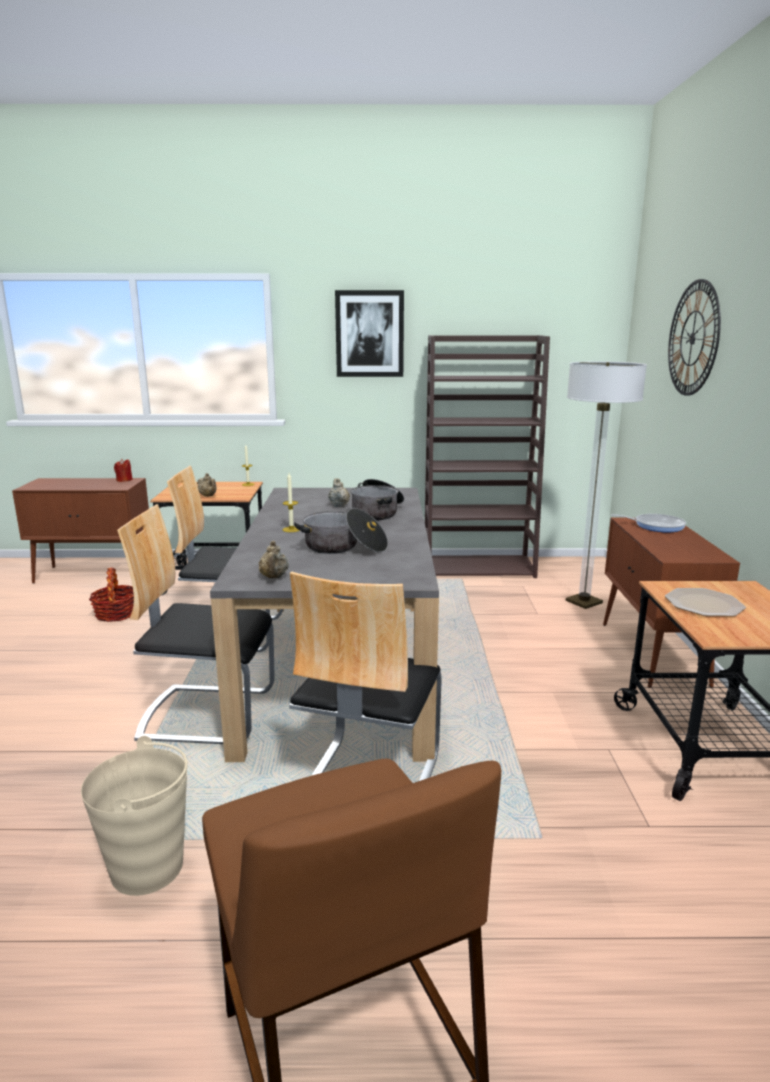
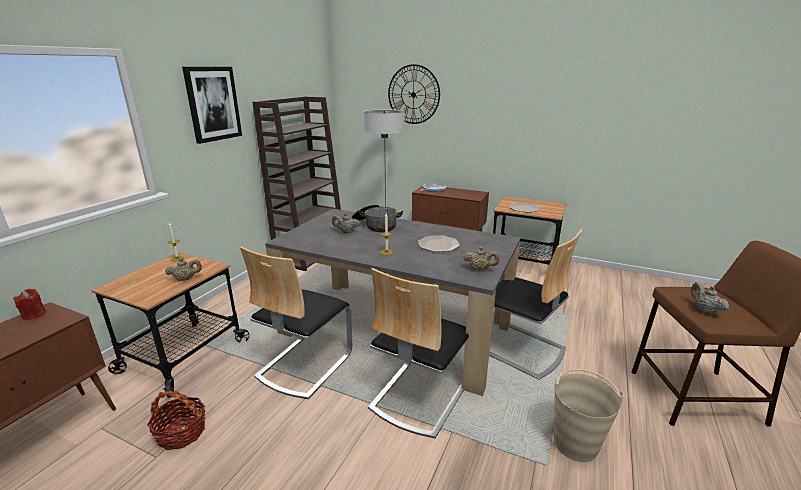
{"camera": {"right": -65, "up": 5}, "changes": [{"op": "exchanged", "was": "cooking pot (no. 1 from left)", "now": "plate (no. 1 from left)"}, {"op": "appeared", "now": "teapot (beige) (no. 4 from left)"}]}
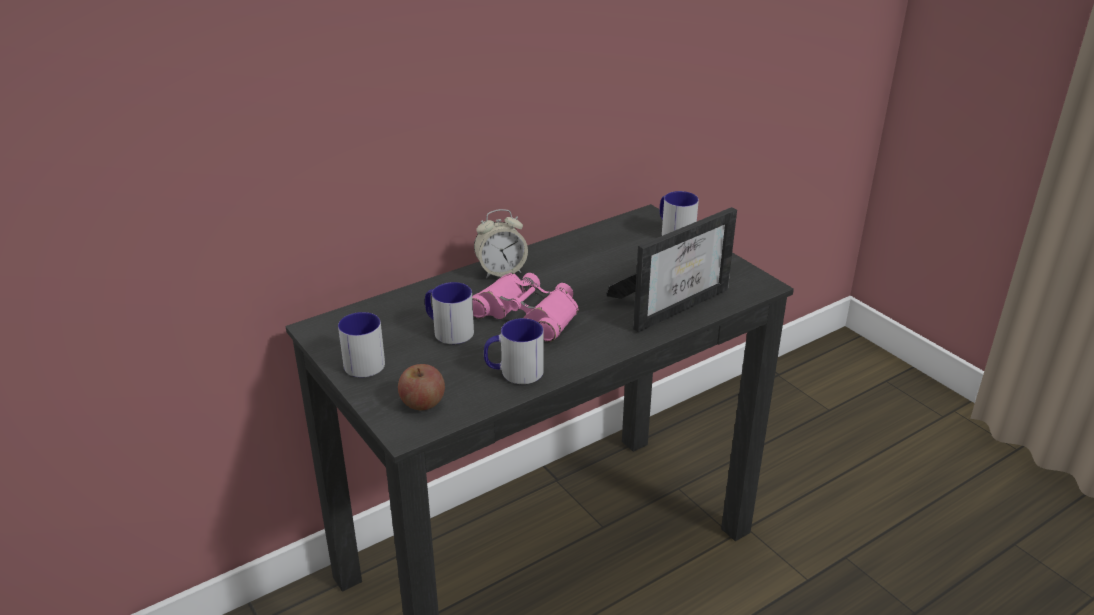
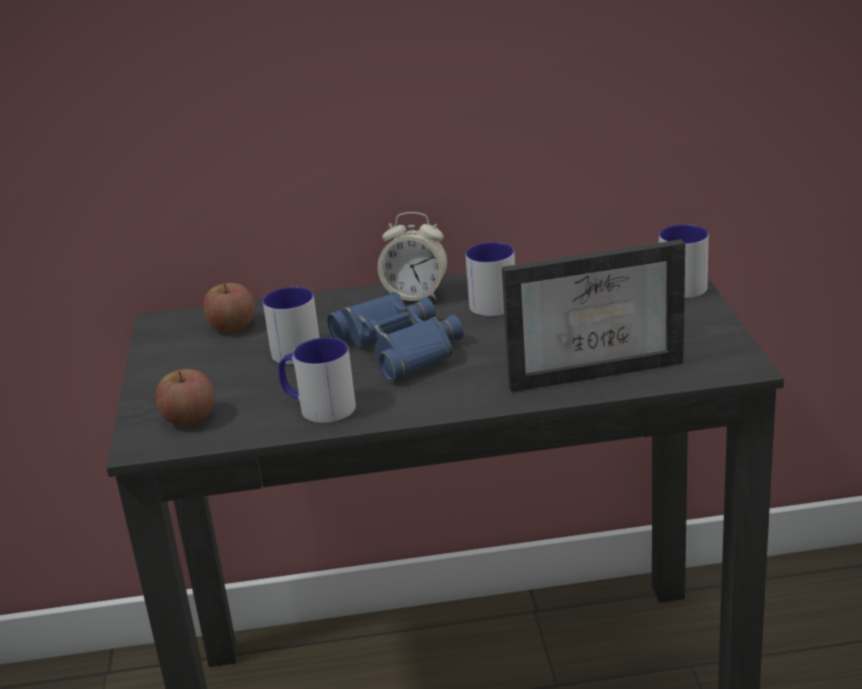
{"camera": {"right": 30, "up": -5}, "changes": [{"op": "appeared", "now": "apple (no. 2 from left)"}, {"op": "colour", "was": "binoculars (pink)", "now": "binoculars (blue)"}, {"op": "relocated", "was": "mug (no. 1 from left in the first image)", "now": "mug (no. 3 from left)"}]}
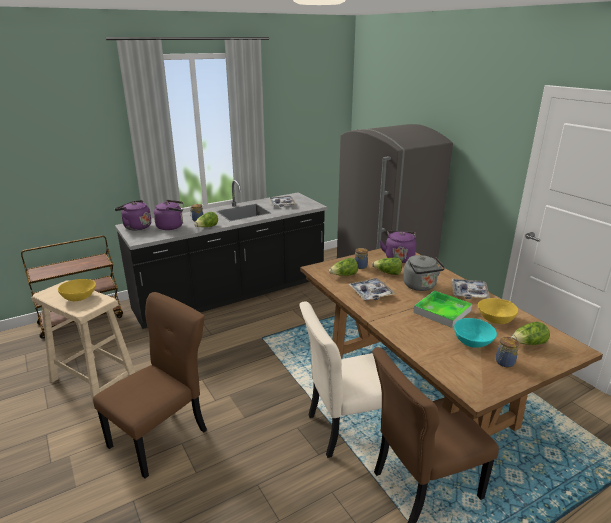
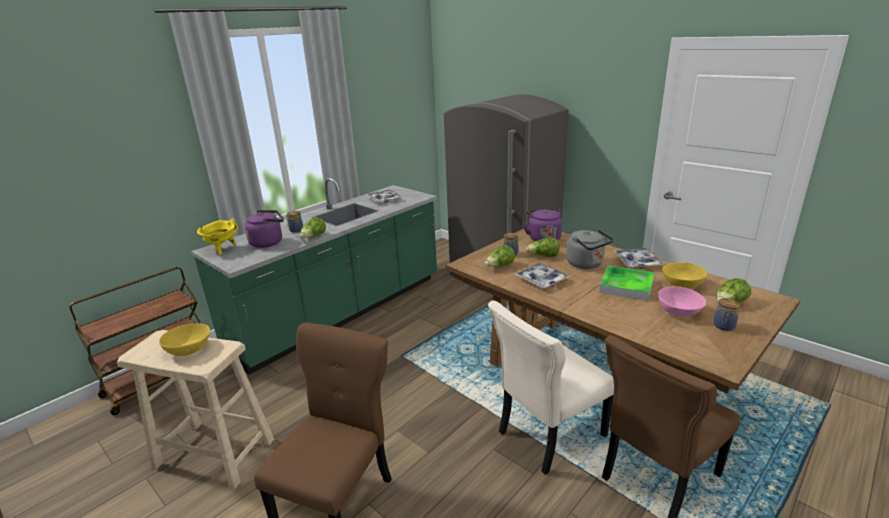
{"camera": {"right": -15, "up": 0}, "changes": [{"op": "colour", "was": "counter (black)", "now": "counter (green)"}, {"op": "exchanged", "was": "kettle (purple) (no. 1 from left)", "now": "cooking pot (yellow)"}, {"op": "colour", "was": "bowl (turquoise)", "now": "bowl (pink)"}]}
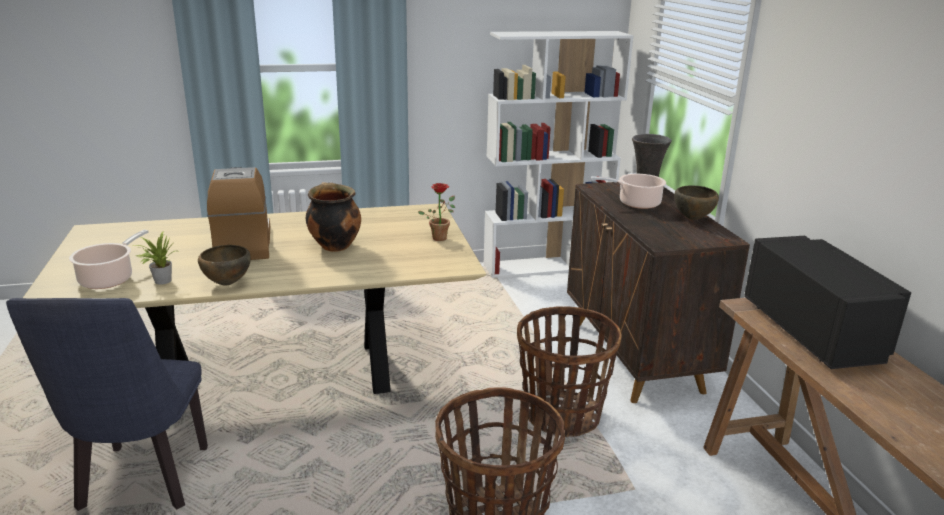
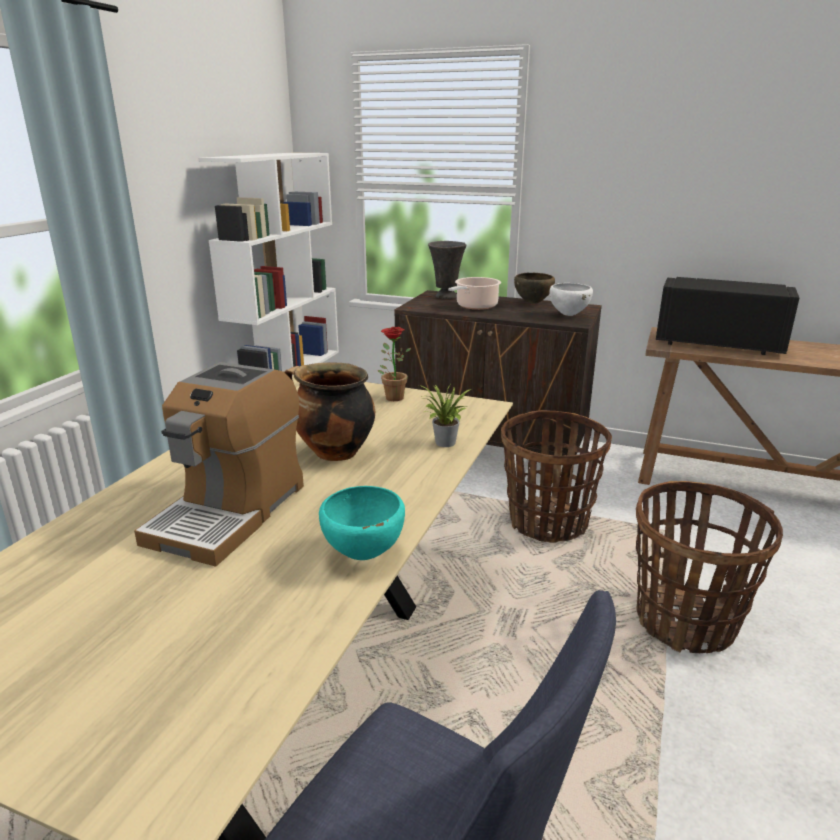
{"camera": {"right": -55, "up": 0}, "changes": [{"op": "spun", "was": "coffee machine", "clockwise": -90}, {"op": "colour", "was": "bowl (brown) (no. 1 from left)", "now": "bowl (turquoise)"}, {"op": "relocated", "was": "potted plant (no. 1 from left in the first image)", "now": "potted plant (no. 2 from left)"}, {"op": "appeared", "now": "bowl (white)"}, {"op": "missing", "was": "cooking pot (no. 1 from left)"}]}
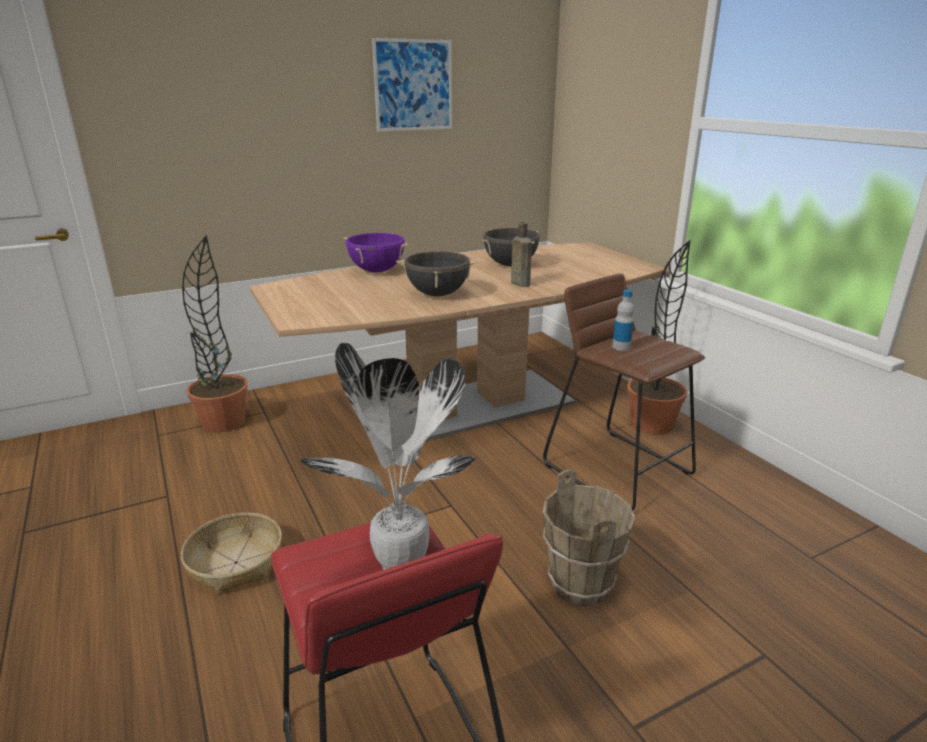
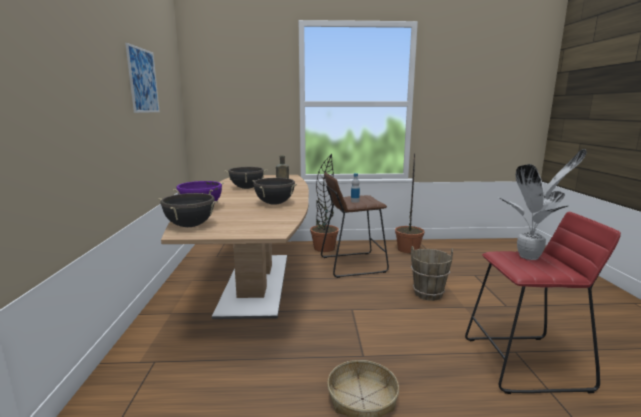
{"camera": {"right": -65, "up": -10}, "changes": [{"op": "appeared", "now": "cooking pot (black) (no. 1 from left)"}, {"op": "relocated", "was": "potted plant (no. 1 from left in the first image)", "now": "potted plant (no. 2 from left)"}]}
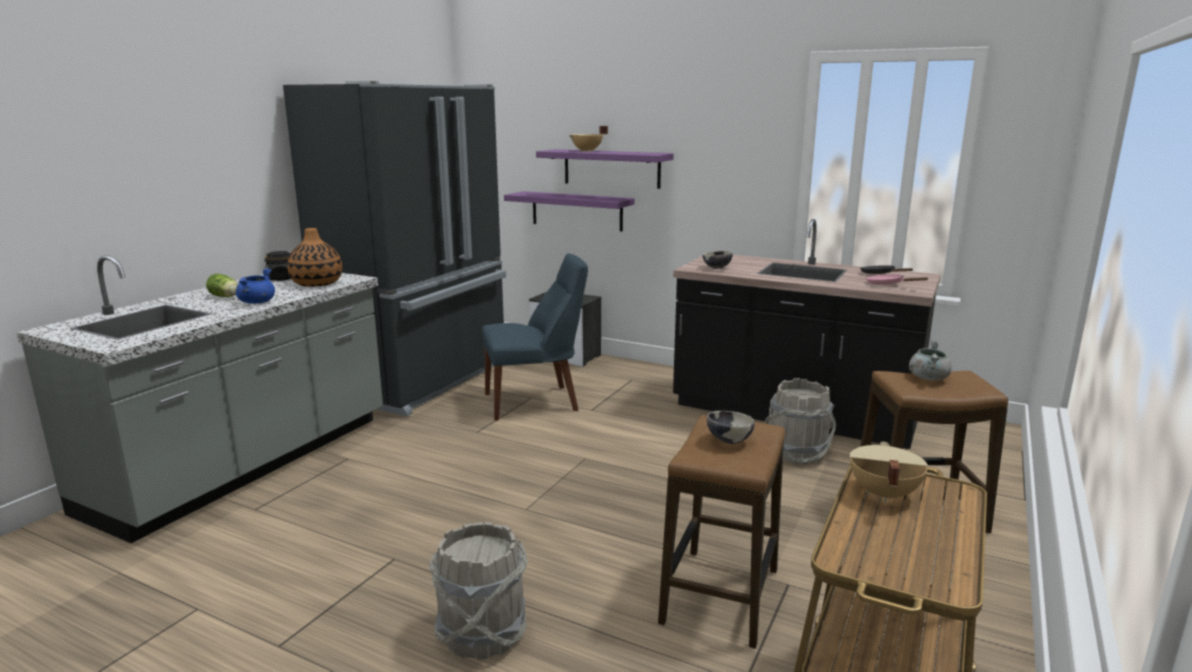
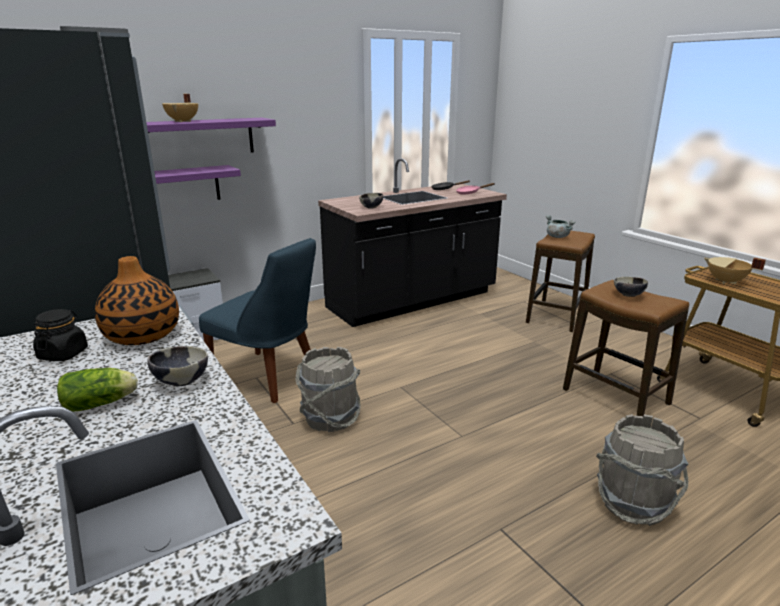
{"camera": {"right": -60, "up": 5}, "changes": [{"op": "exchanged", "was": "cooking pot (blue)", "now": "bowl (no. 1 from left)"}, {"op": "spun", "was": "chair (blue)", "clockwise": 105}, {"op": "relocated", "was": "bucket (grey) (no. 2 from left in the first image)", "now": "bucket (grey) (no. 1 from left)"}]}
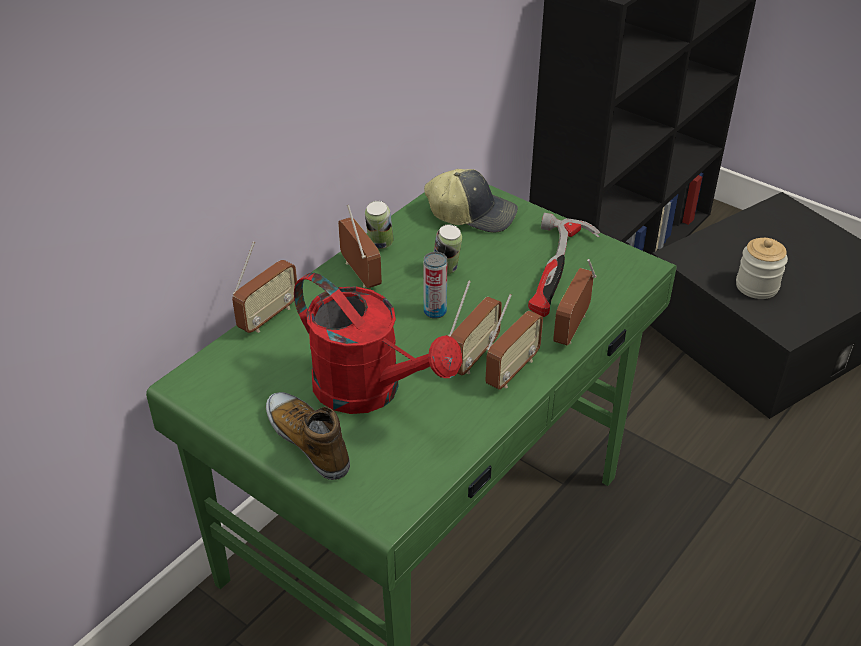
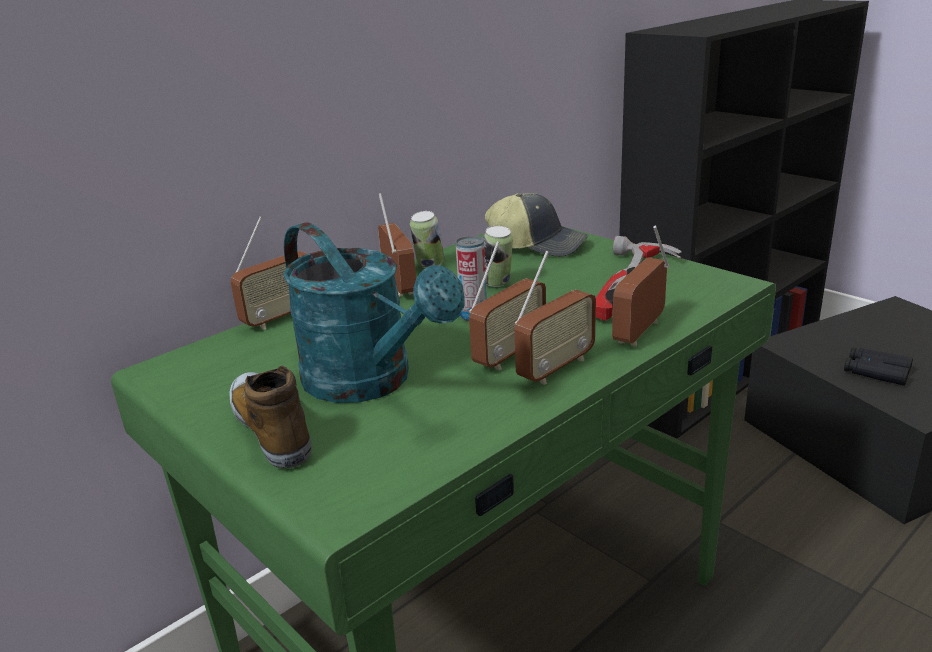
{"camera": {"right": 10, "up": -15}, "changes": [{"op": "colour", "was": "watering can (red)", "now": "watering can (turquoise)"}, {"op": "exchanged", "was": "jar", "now": "binoculars (black)"}]}
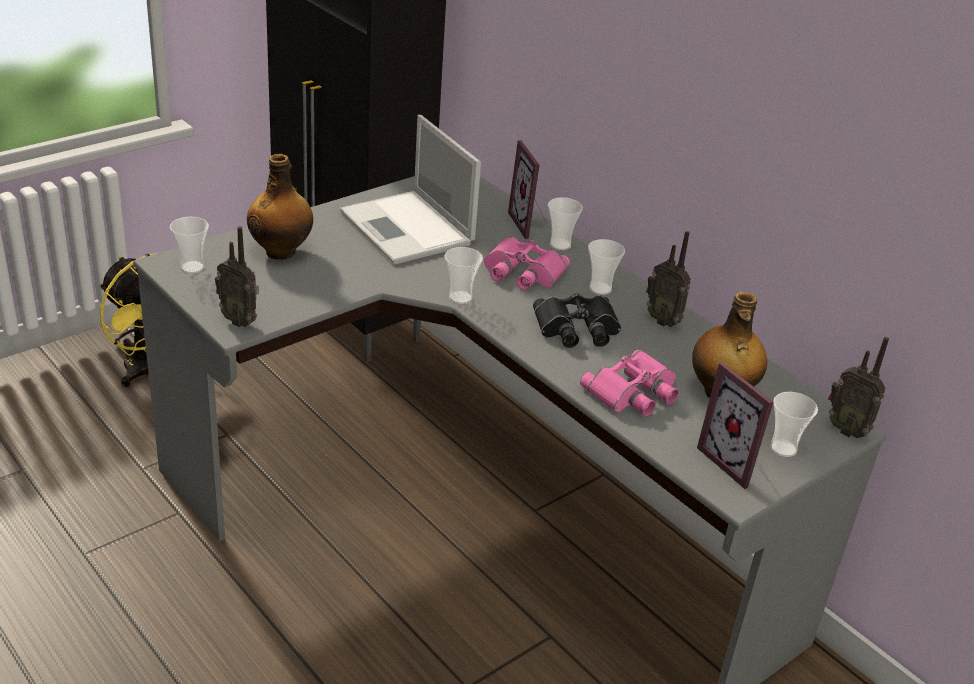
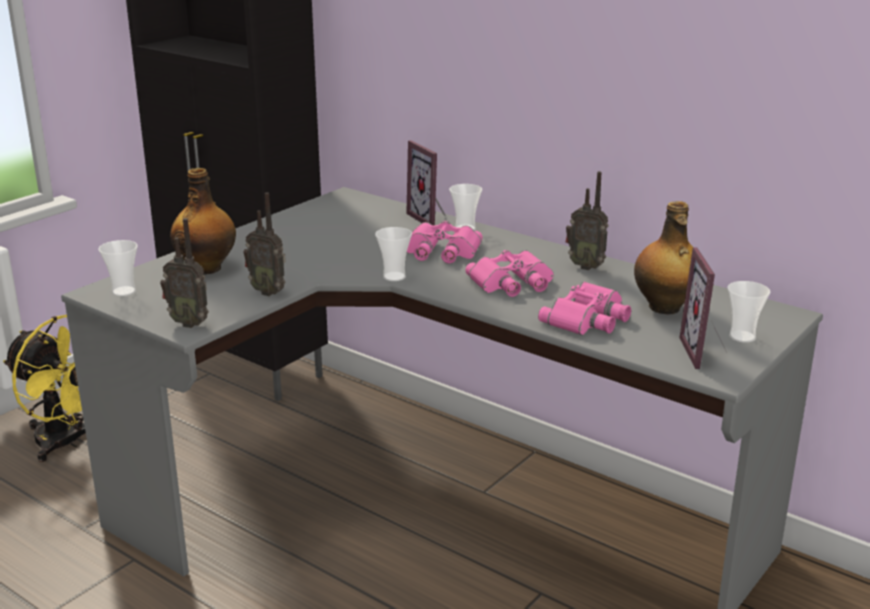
{"camera": {"right": -10, "up": -10}, "changes": [{"op": "relocated", "was": "radio (no. 3 from left in the first image)", "now": "radio (no. 2 from left)"}, {"op": "colour", "was": "binoculars (black)", "now": "binoculars (pink) (no. 2 from left)"}, {"op": "spun", "was": "picture frame (no. 2 from left)", "clockwise": 45}, {"op": "missing", "was": "laptop"}, {"op": "missing", "was": "cup (no. 4 from left)"}]}
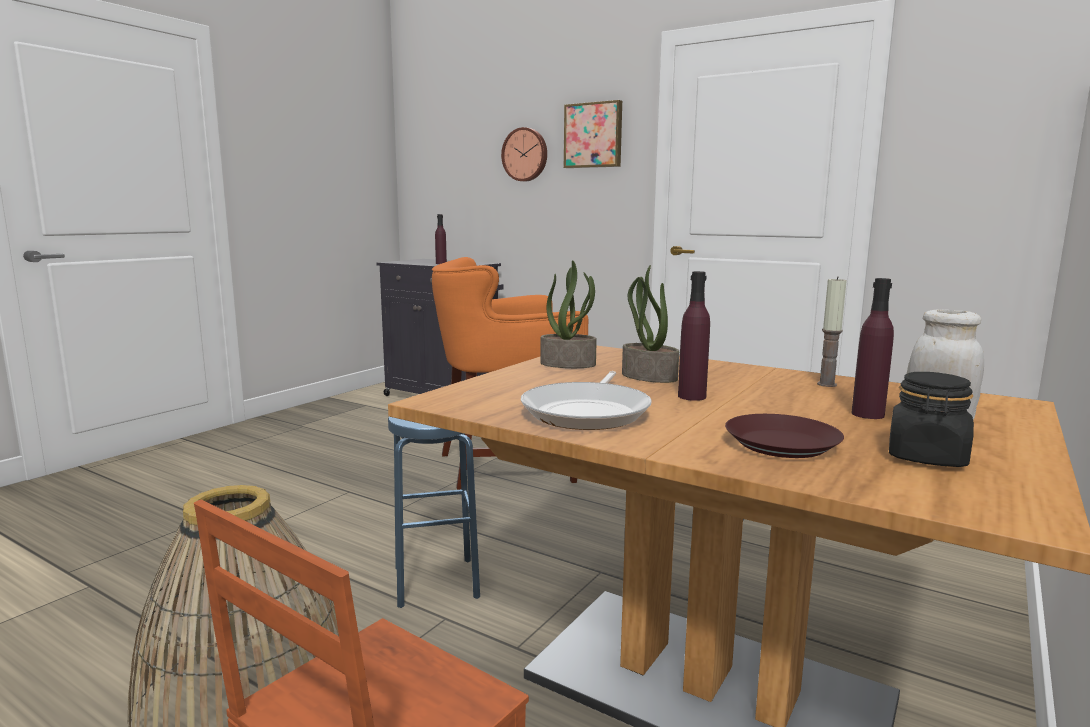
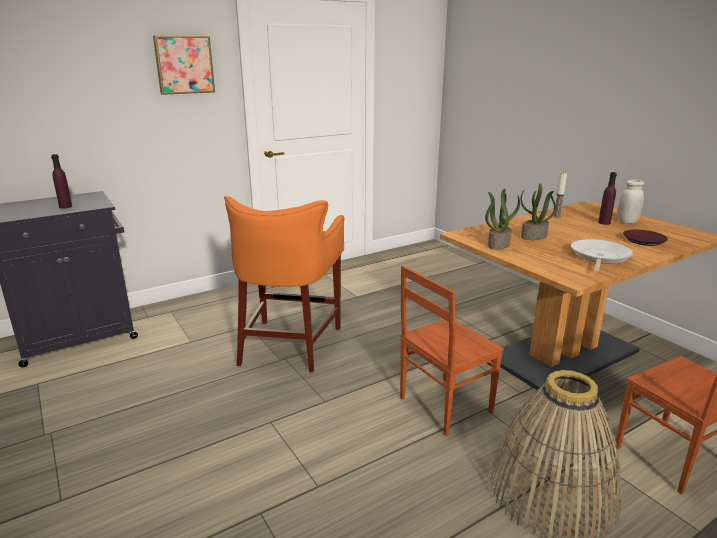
{"camera": {"right": -65, "up": 10}, "changes": [{"op": "exchanged", "was": "stool (blue)", "now": "chair (brown) (no. 1 from left)"}, {"op": "spun", "was": "frying pan", "clockwise": -105}, {"op": "missing", "was": "wall clock"}, {"op": "missing", "was": "bottle (purple) (no. 2 from left)"}, {"op": "missing", "was": "jar (black)"}]}
